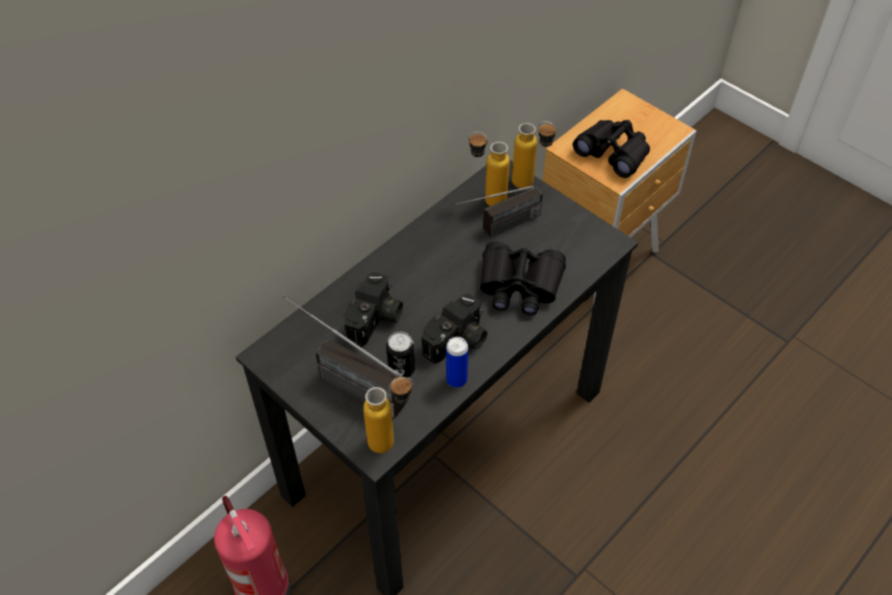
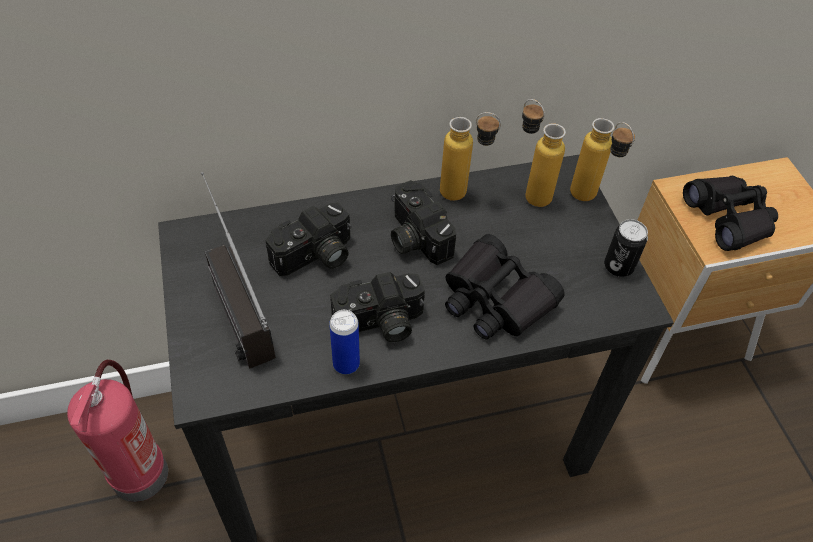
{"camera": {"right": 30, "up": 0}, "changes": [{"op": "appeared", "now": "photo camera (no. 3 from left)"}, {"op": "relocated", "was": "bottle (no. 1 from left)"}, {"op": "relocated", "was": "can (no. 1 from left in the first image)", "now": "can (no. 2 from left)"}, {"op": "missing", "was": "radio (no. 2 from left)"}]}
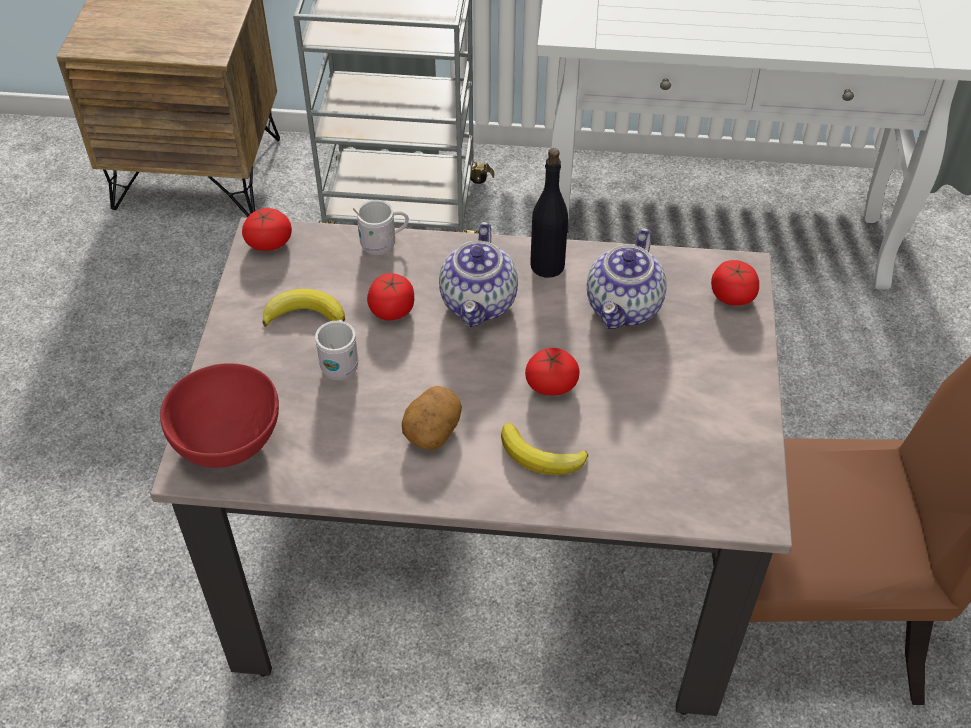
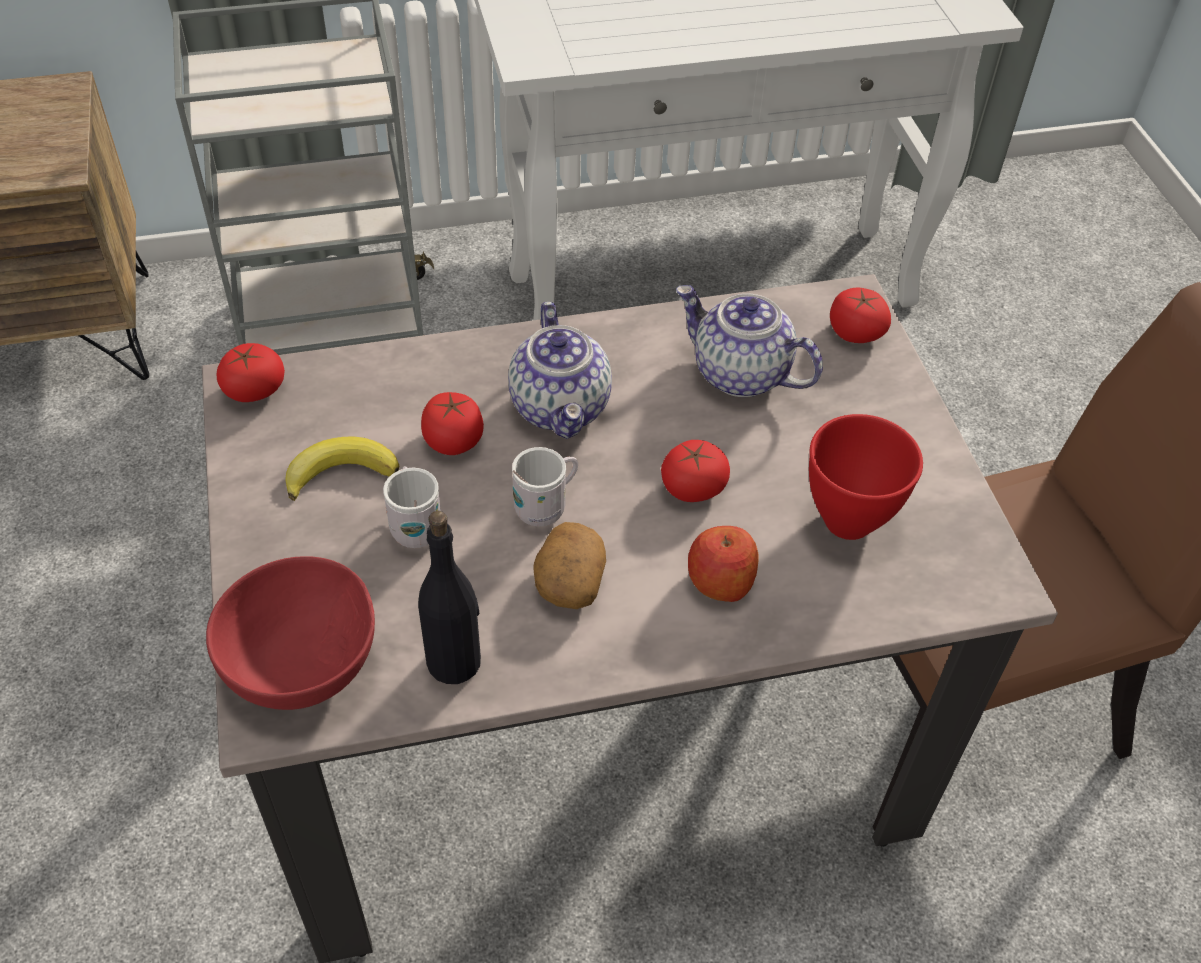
{"camera": {"right": -20, "up": 0}, "changes": [{"op": "relocated", "was": "bottle (black)"}, {"op": "relocated", "was": "mug (white) (no. 2 from left)"}, {"op": "spun", "was": "teapot (no. 2 from left)", "clockwise": 120}, {"op": "exchanged", "was": "banana (no. 2 from left)", "now": "apple"}, {"op": "appeared", "now": "bowl (red) (no. 2 from left)"}]}
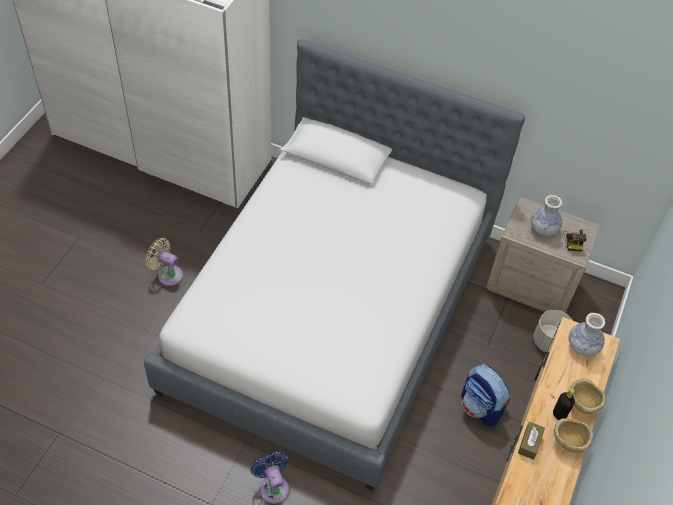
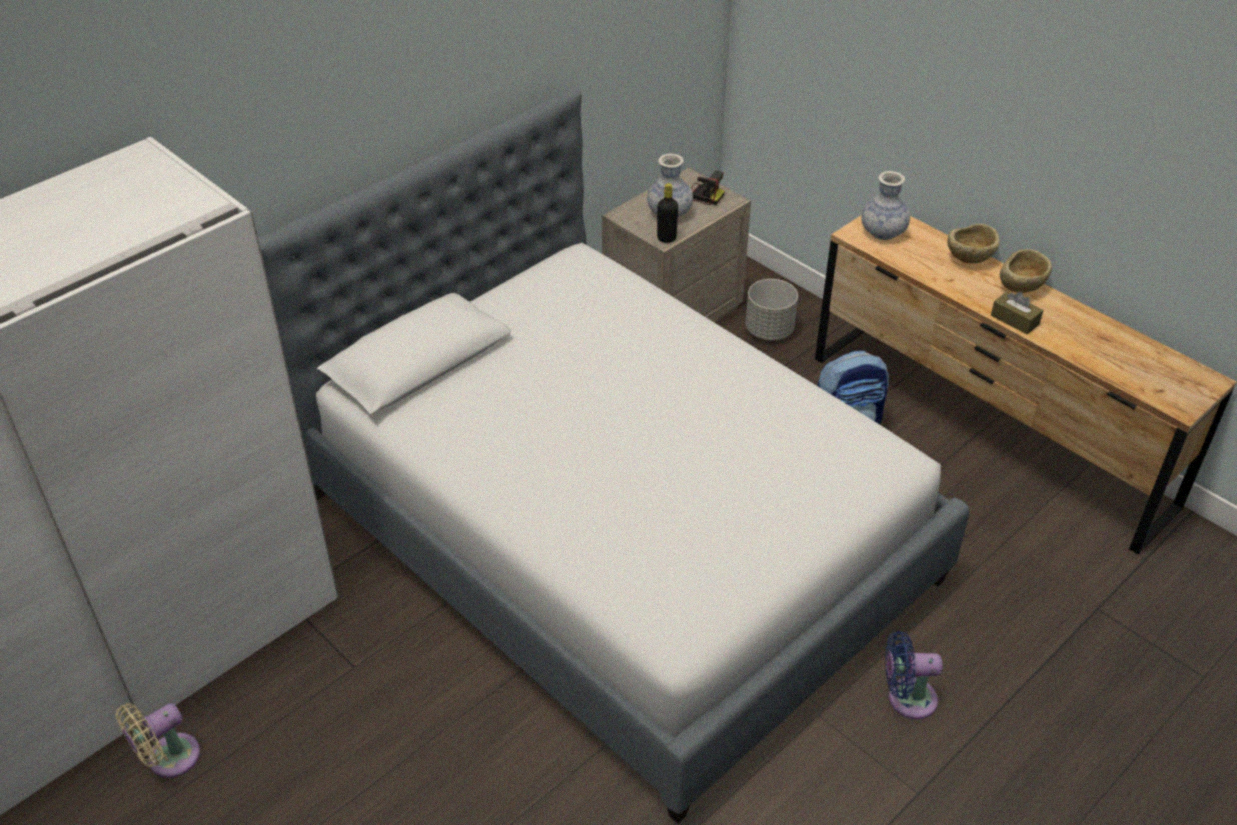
{"camera": {"right": -65, "up": -10}, "changes": [{"op": "relocated", "was": "fan (beige)"}, {"op": "relocated", "was": "bottle (black)"}]}
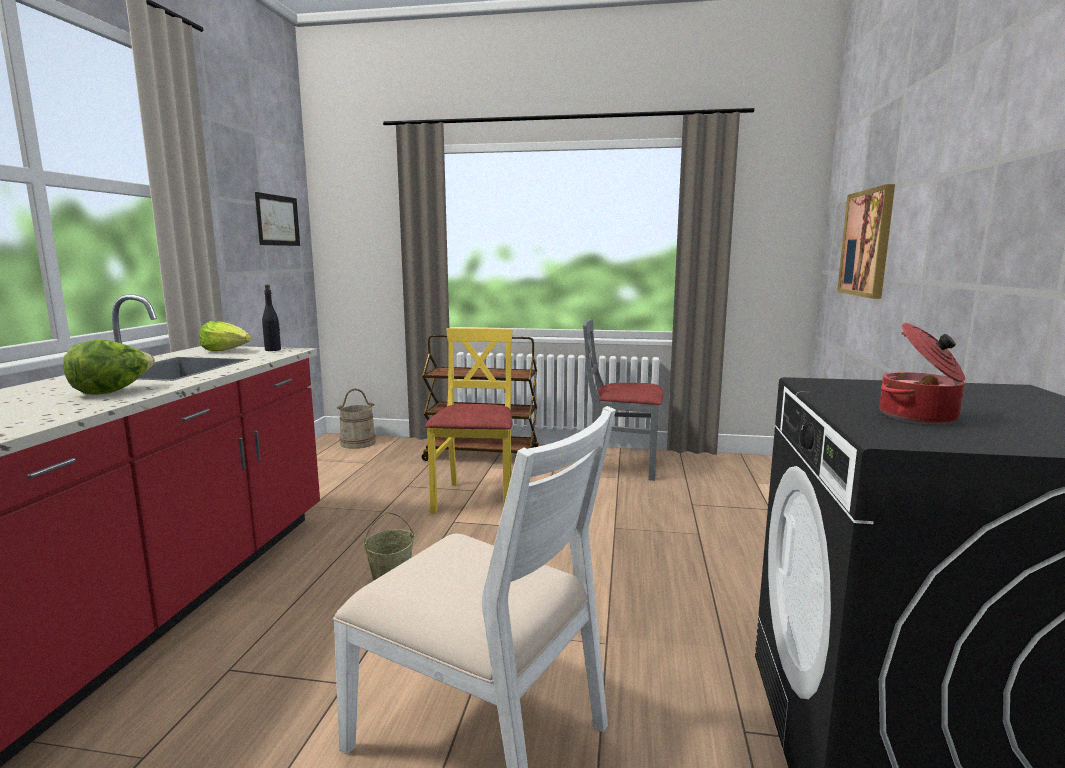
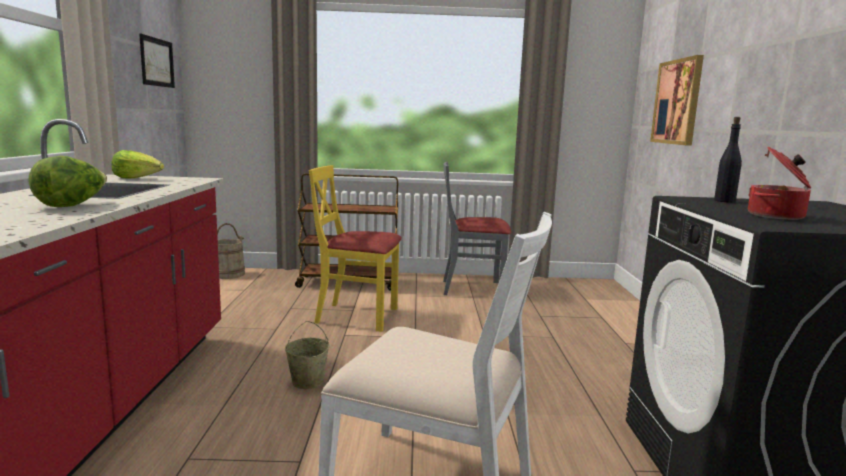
{"camera": {"right": -10, "up": 0}, "changes": [{"op": "spun", "was": "chair (yellow)", "clockwise": -75}, {"op": "relocated", "was": "bottle (black)"}]}
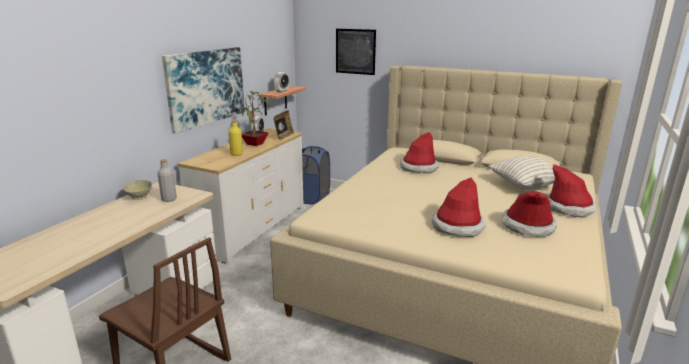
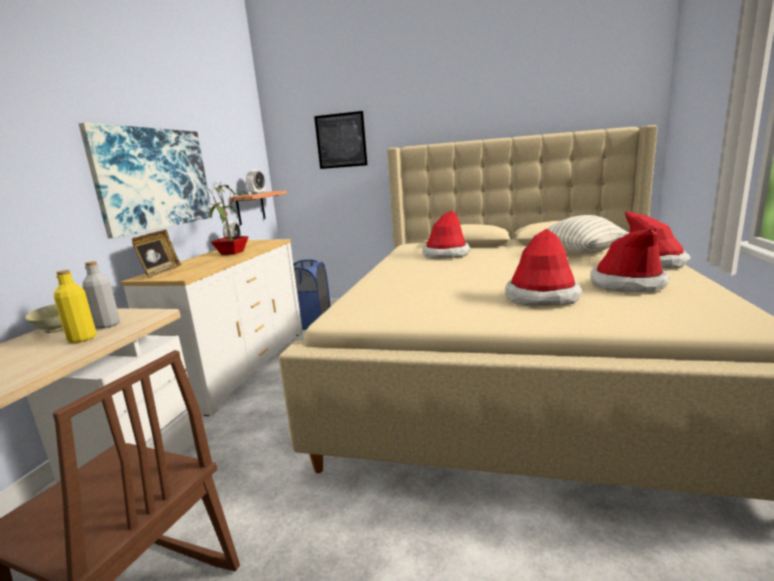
{"camera": {"right": -10, "up": -5}, "changes": [{"op": "relocated", "was": "bottle (yellow)"}, {"op": "relocated", "was": "picture frame"}]}
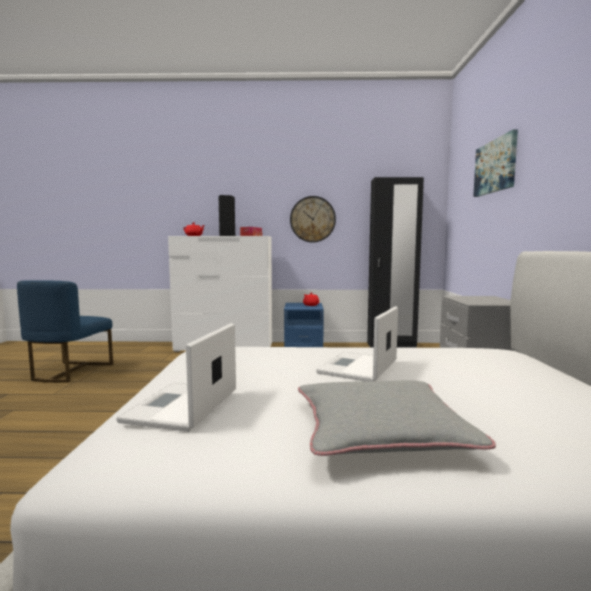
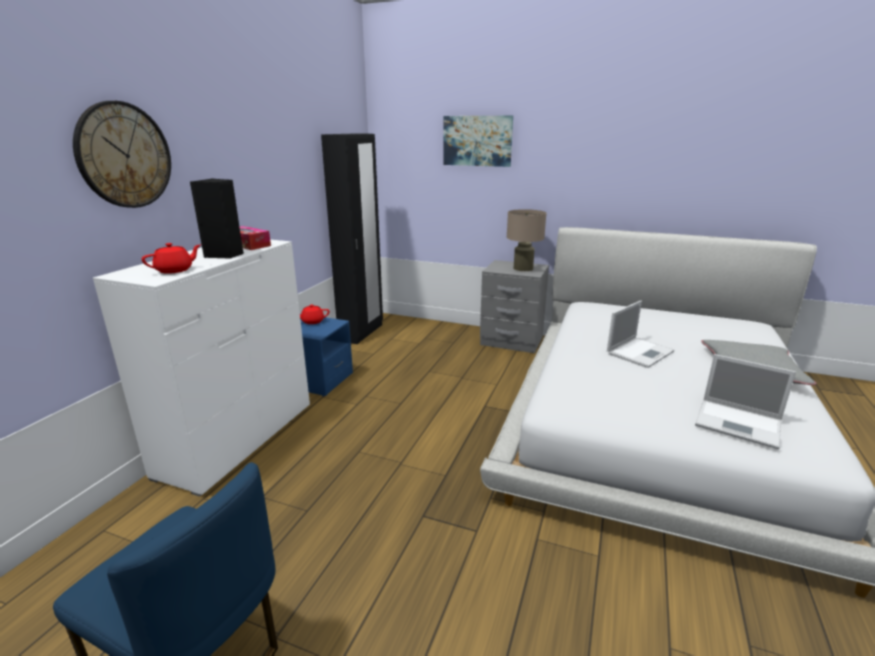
{"camera": {"right": -70, "up": 15}, "changes": [{"op": "relocated", "was": "wall clock"}, {"op": "appeared", "now": "table lamp (beige)"}, {"op": "spun", "was": "laptop (no. 2 from left in the first image)", "clockwise": -90}]}
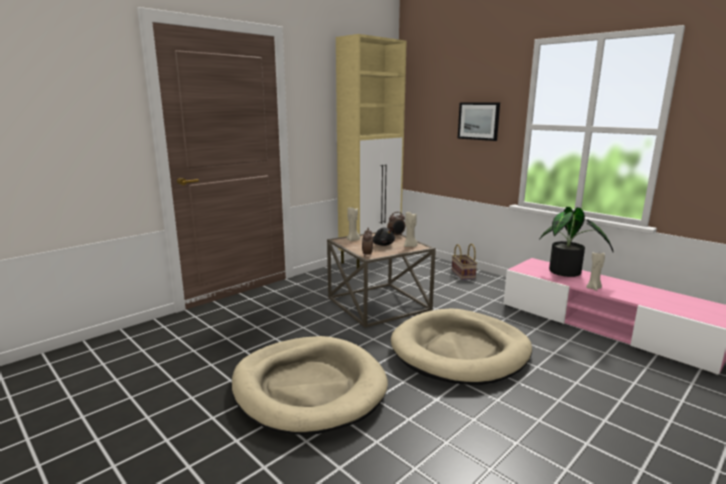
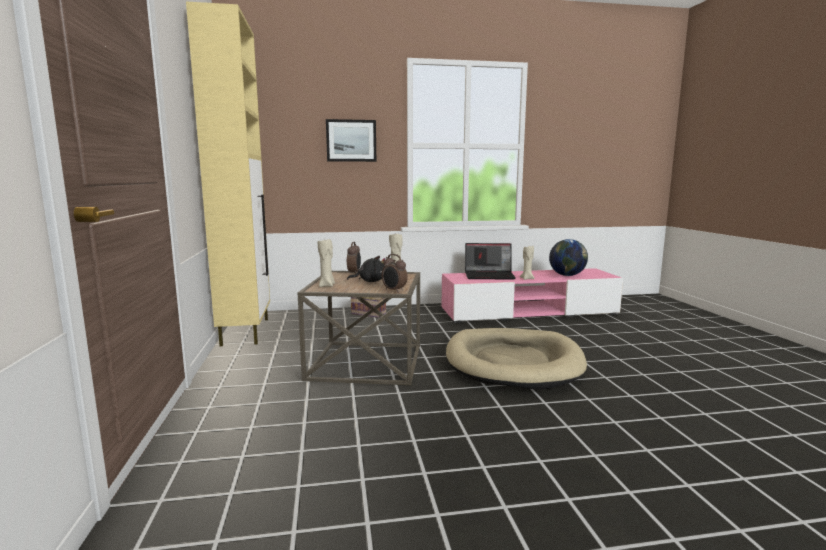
{"camera": {"right": -55, "up": -5}, "changes": [{"op": "exchanged", "was": "potted plant", "now": "laptop"}, {"op": "appeared", "now": "globe"}, {"op": "missing", "was": "dog bed (beige) (no. 1 from left)"}]}
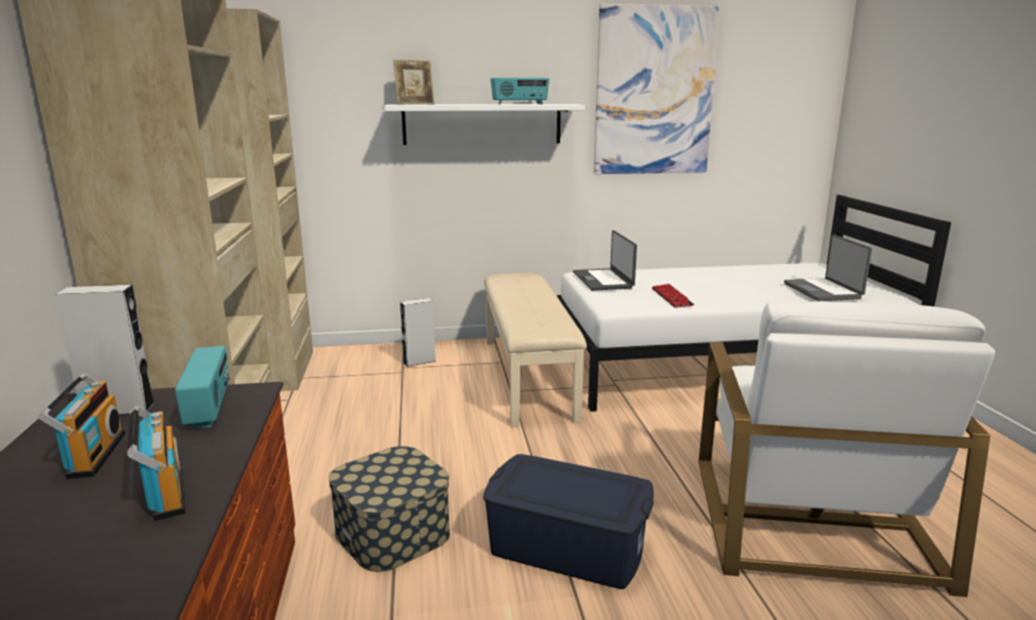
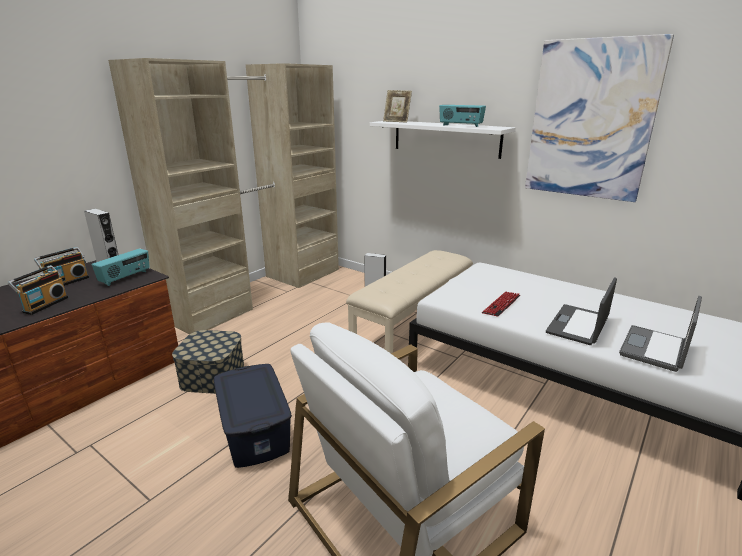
{"camera": {"right": 45, "up": 5}, "changes": [{"op": "relocated", "was": "laptop (no. 1 from left)"}]}
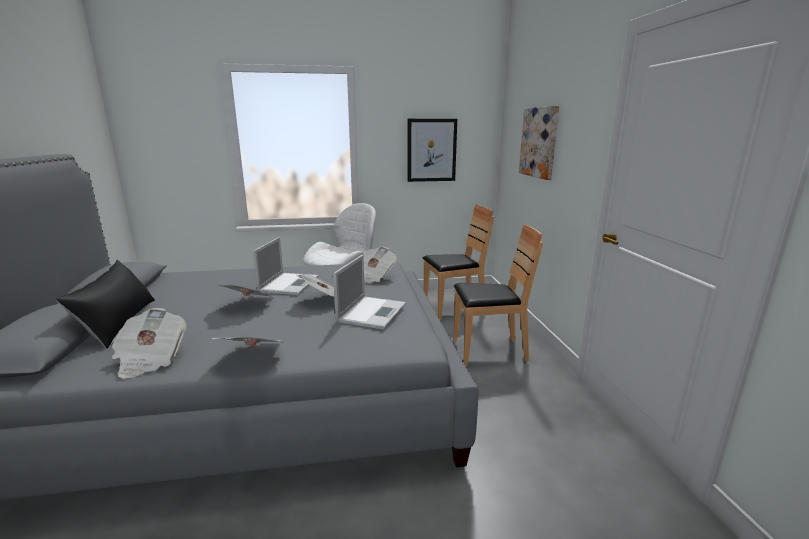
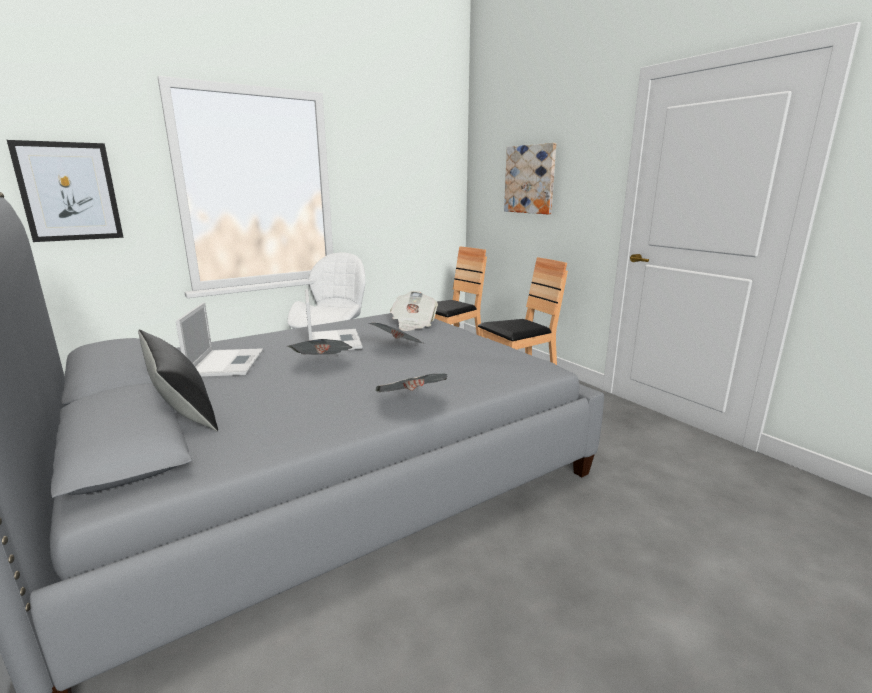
{"camera": {"right": -25, "up": 0}, "changes": [{"op": "relocated", "was": "picture (no. 1 from left)"}, {"op": "relocated", "was": "laptop (no. 2 from left in the first image)", "now": "laptop (no. 1 from left)"}, {"op": "missing", "was": "newspaper (no. 1 from left)"}]}
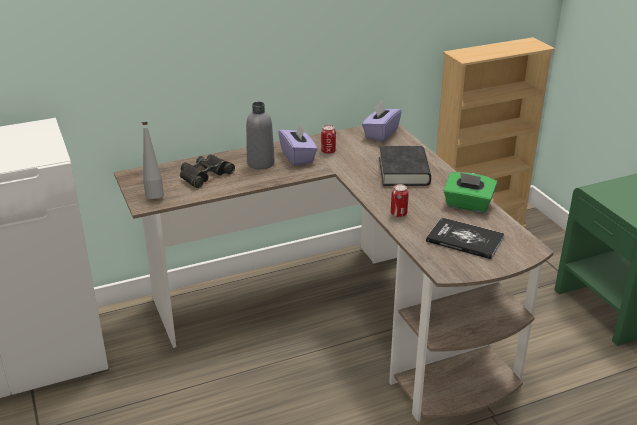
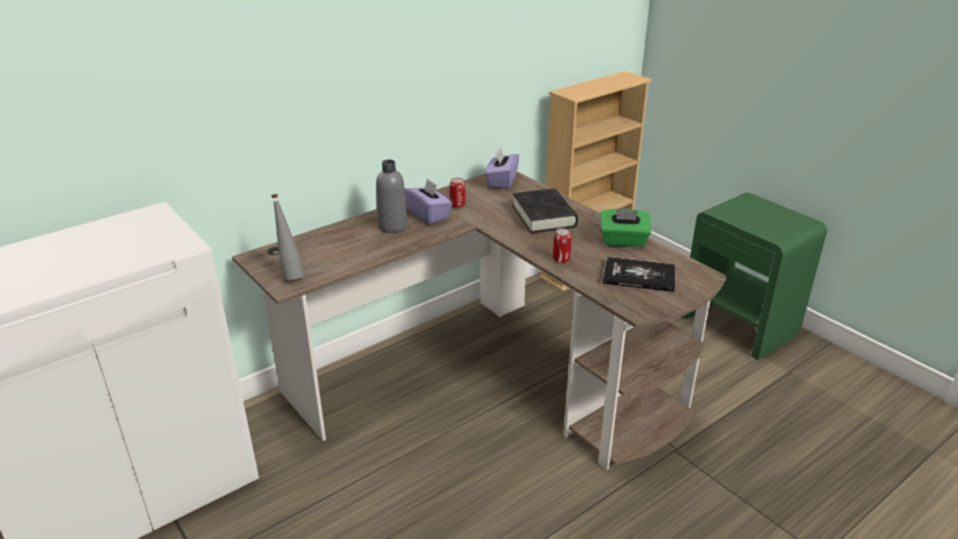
{"camera": {"right": -15, "up": 0}, "changes": [{"op": "missing", "was": "binoculars (black)"}]}
